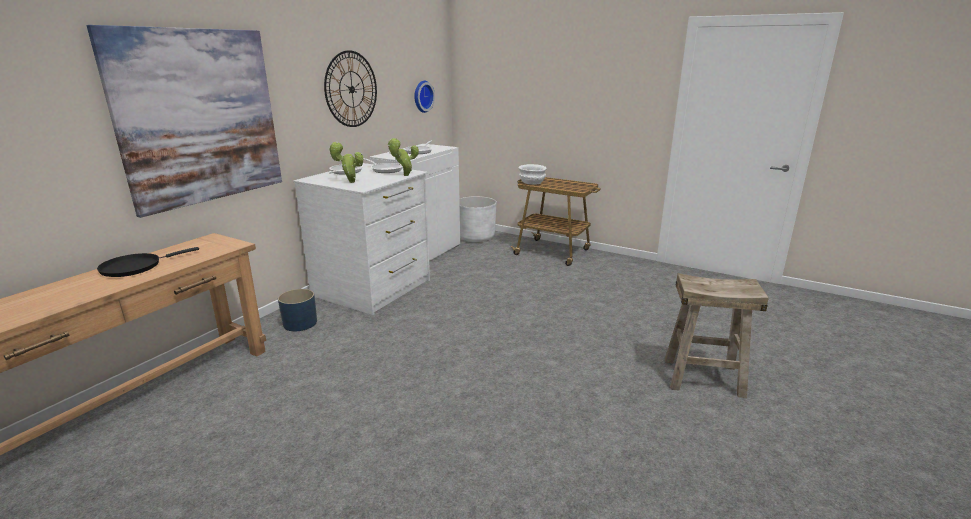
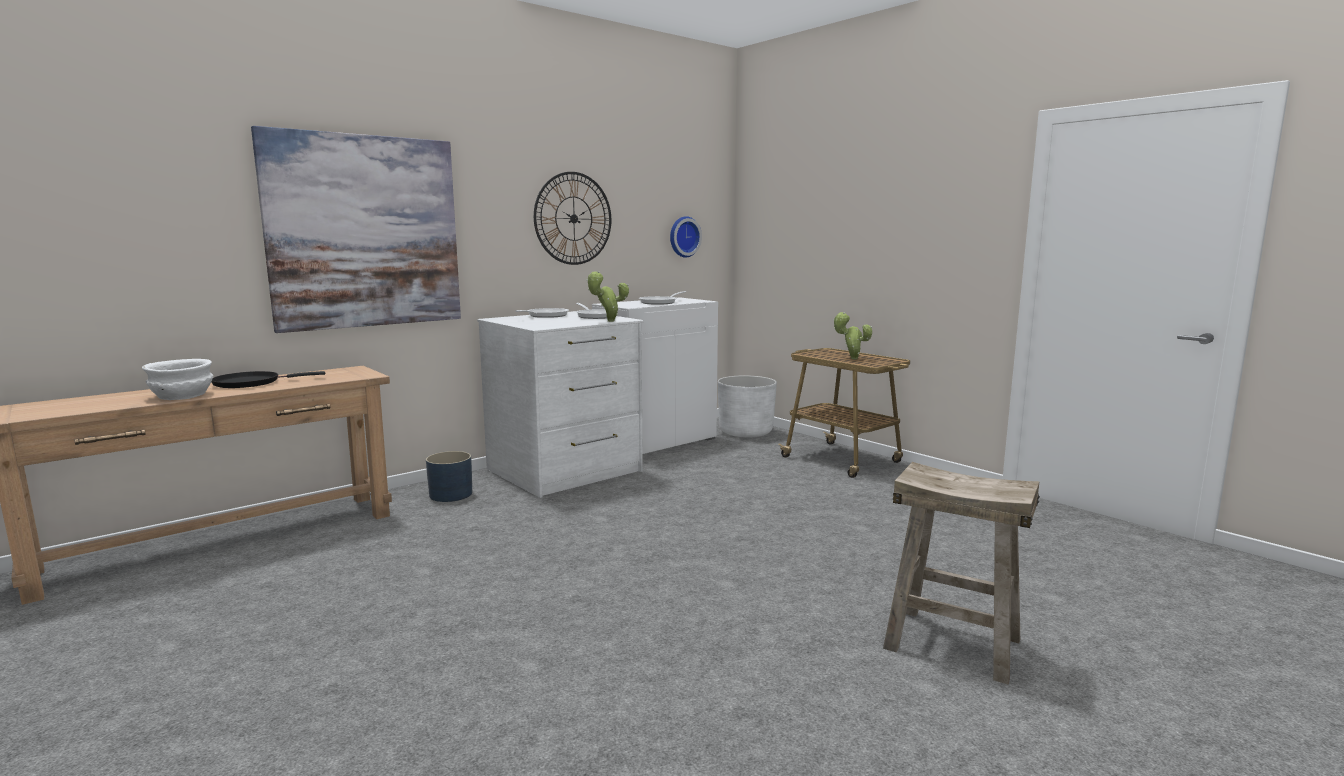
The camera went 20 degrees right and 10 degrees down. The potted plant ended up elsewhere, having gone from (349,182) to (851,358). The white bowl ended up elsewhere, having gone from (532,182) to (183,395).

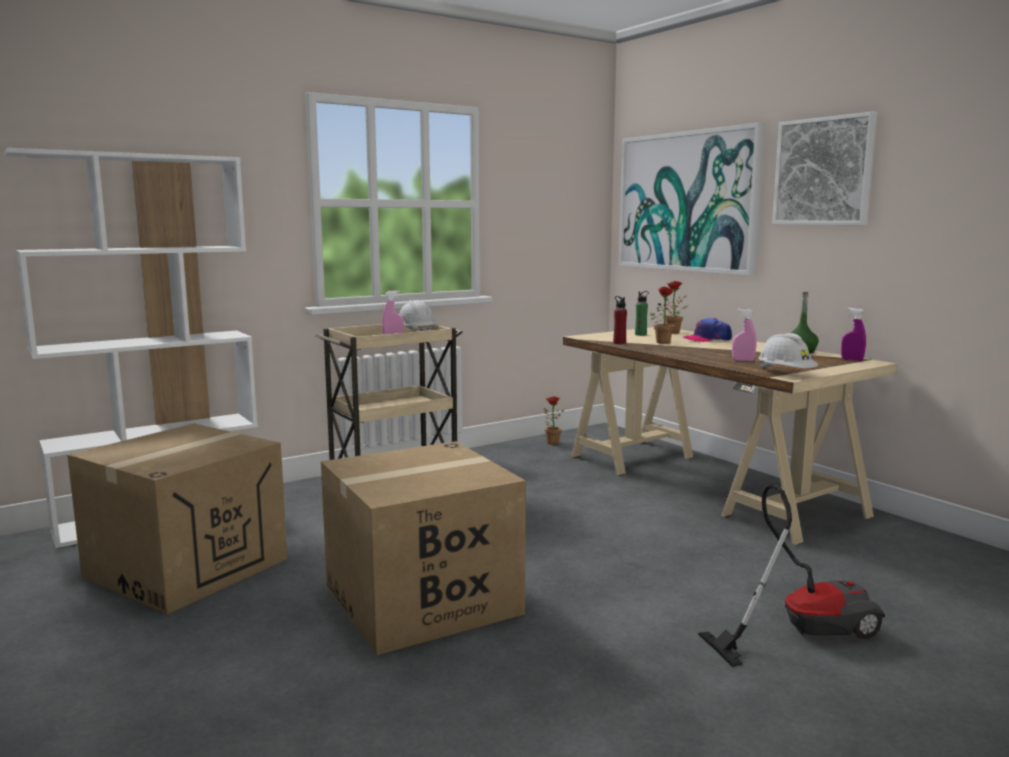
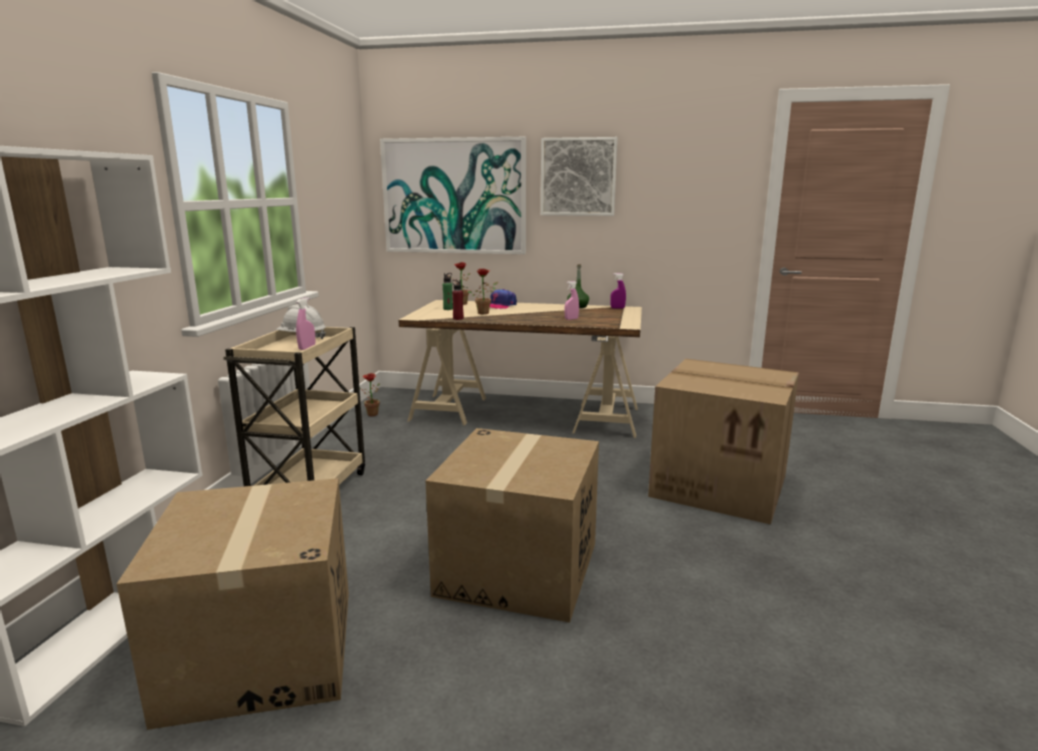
The camera went 45 degrees left and 5 degrees up. The second view lost the white hard hat at (786,373). Where the vacuum cleaner stood at (801,630), the cardboard box came to stand at (721,485).

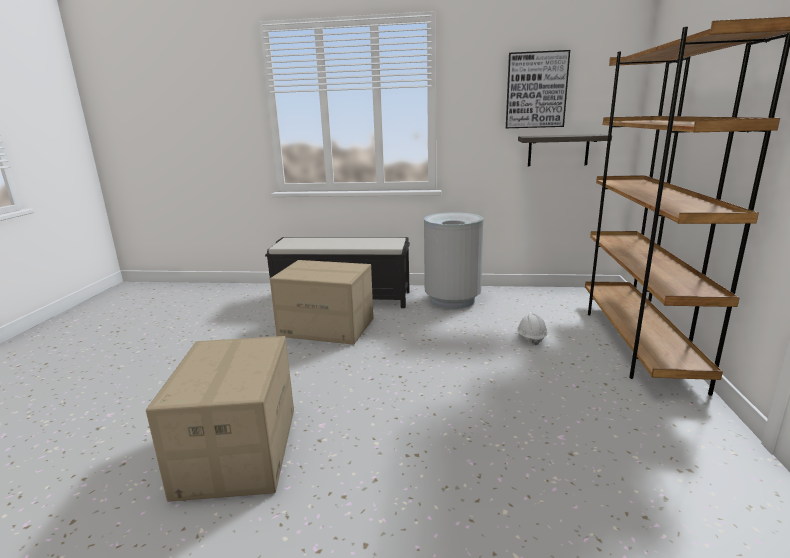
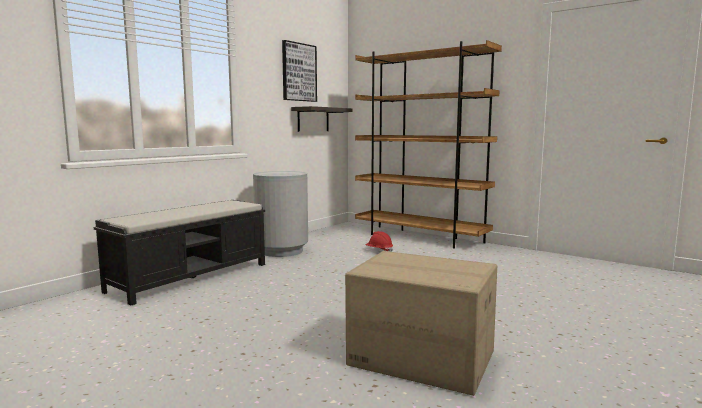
The camera went 60 degrees left and 10 degrees down. The second view lost the cardboard box at (327,327). What was the white hard hat at (531,338) turned into the red hard hat at (379,250).

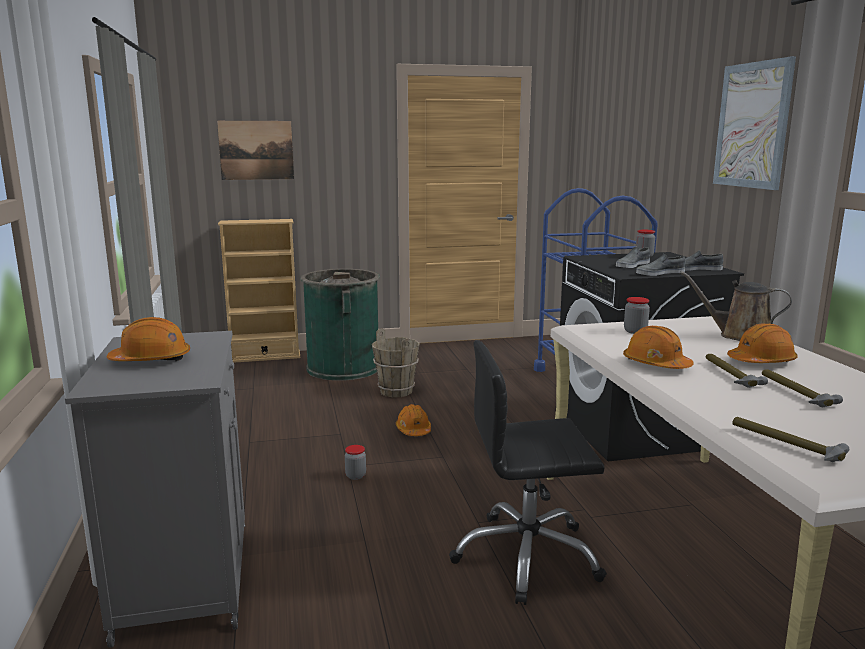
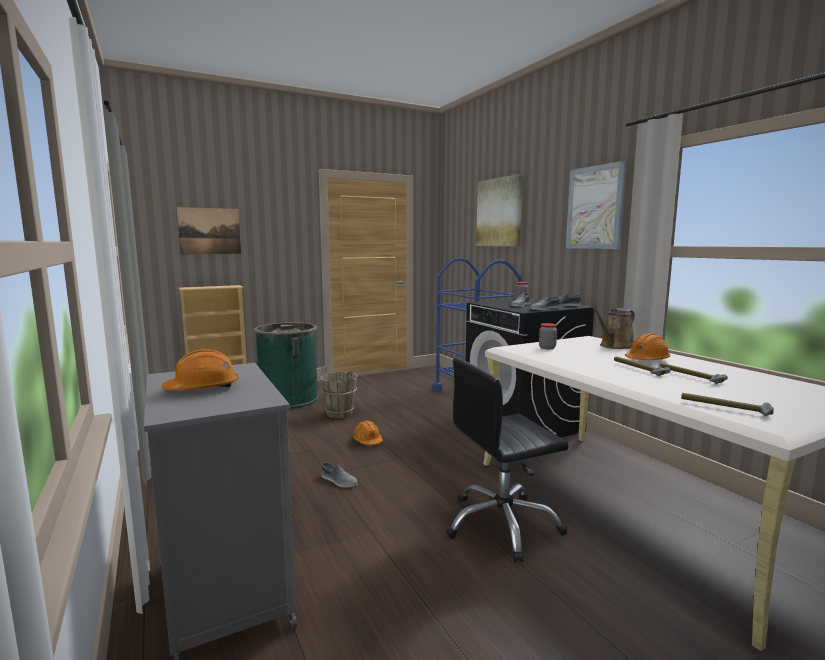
The camera went 15 degrees left and 5 degrees down. The brown watering can at (739,336) ended up facing another way, 45 degrees counterclockwise from before. The second view lost the orange hard hat at (656,365). Where the jar stood at (355,476), the grey shoe came to stand at (338,481). The second view gained the picture at (499,212).

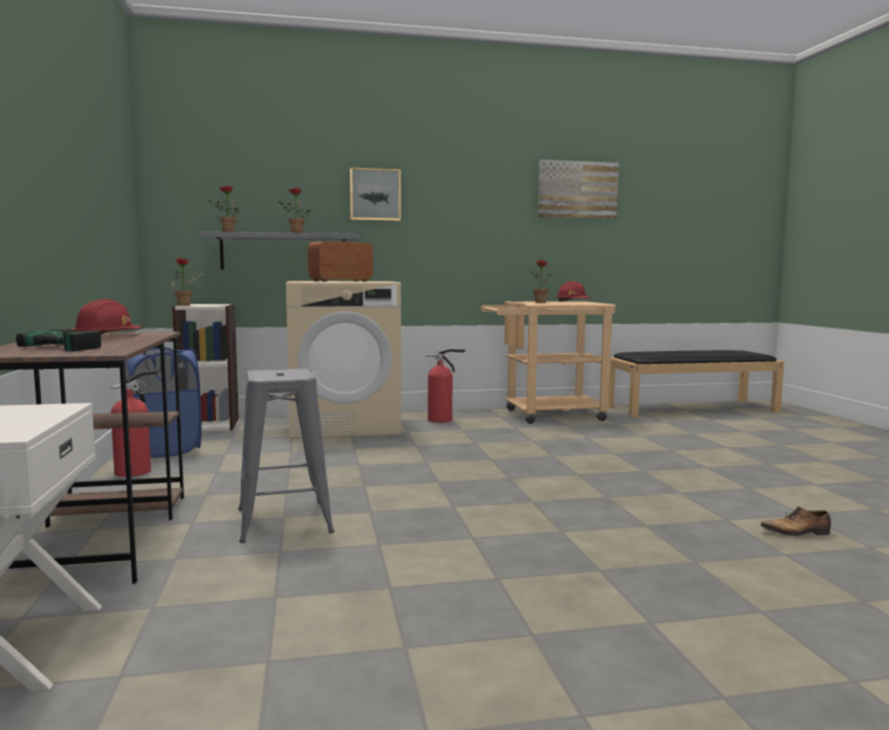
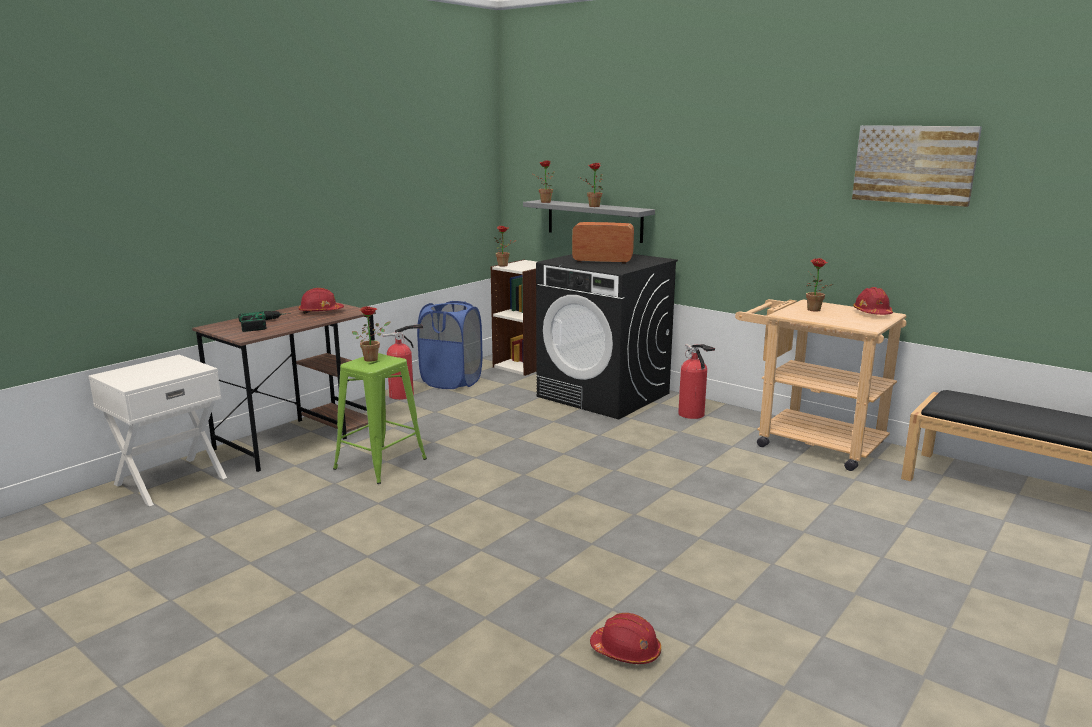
The camera went 50 degrees right and 10 degrees up. The second view lost the picture at (375,195). What was the beige washing machine at (344,425) turned into the black washing machine at (604,395). What was the grey stool at (284,520) turned into the green stool at (381,463). Where the shoe stood at (797,533), the red hard hat came to stand at (626,651). The second view gained the potted plant at (373,358).

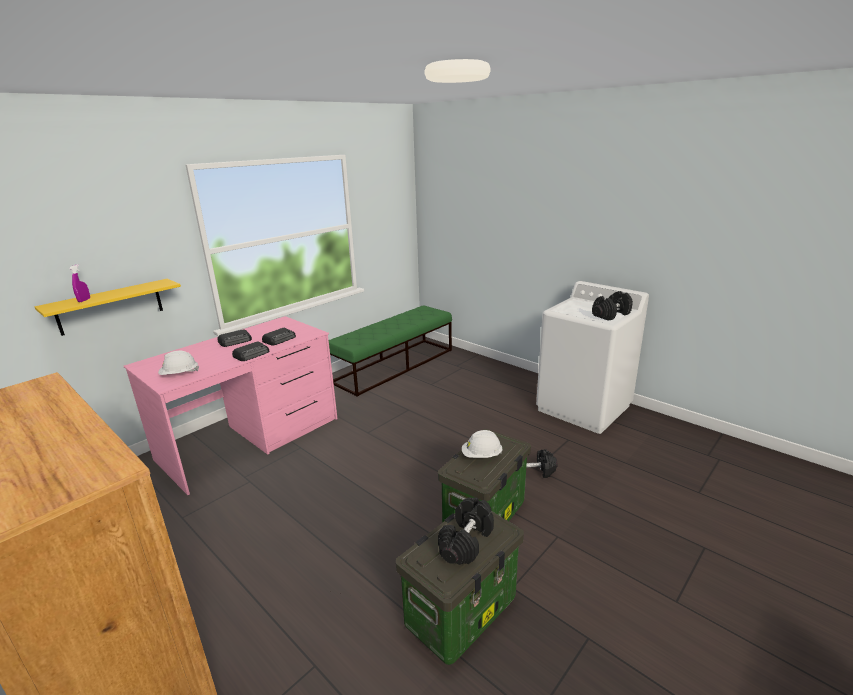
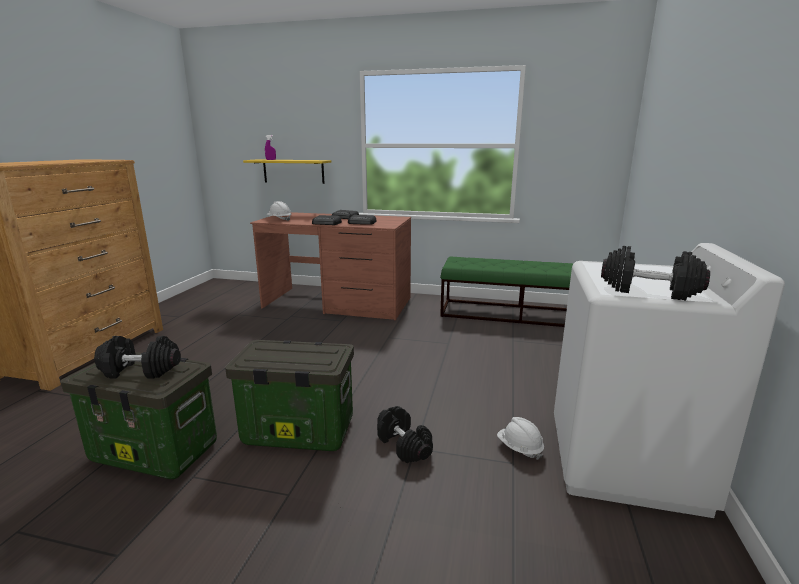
The camera went 60 degrees right and 5 degrees down. What was the pink desk at (251,438) turned into the brown desk at (338,303). The white hard hat ended up elsewhere, having gone from (481,455) to (519,448).

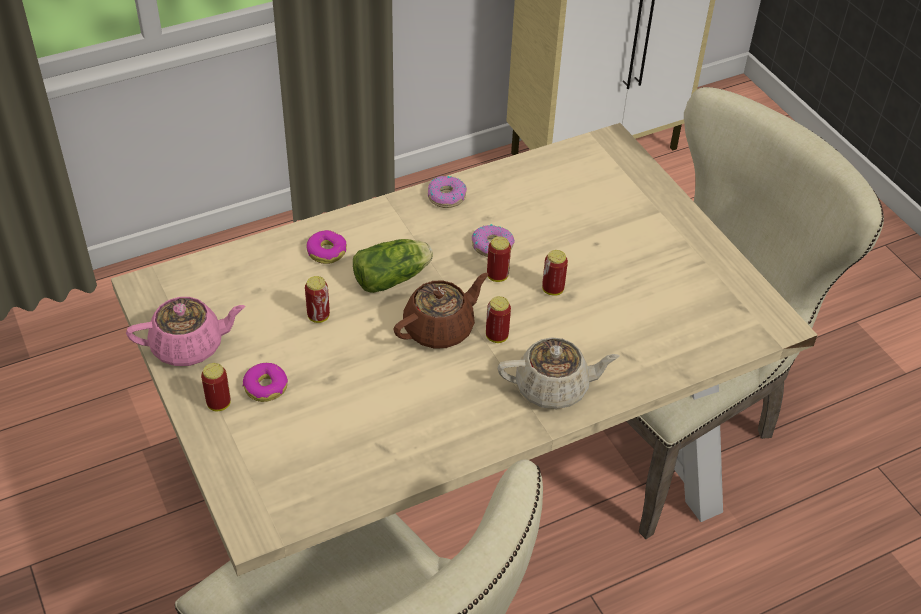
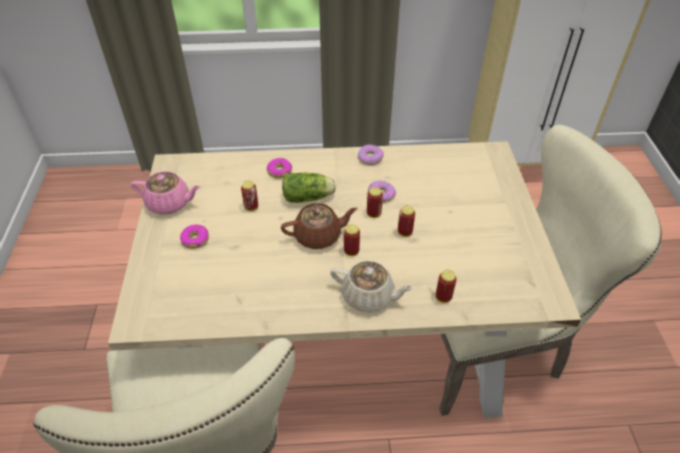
The camera went 25 degrees right and 0 degrees up. The can ended up elsewhere, having gone from (219,404) to (443,297).

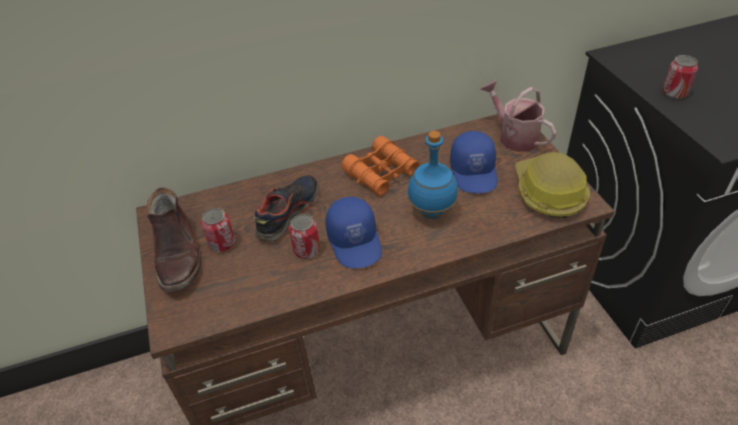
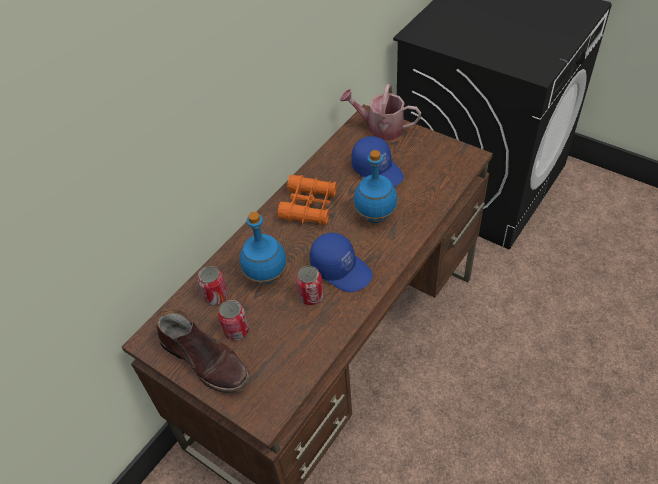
The camera went 35 degrees left and 5 degrees up. The can ended up elsewhere, having gone from (674,93) to (216,296). The second view lost the hard hat at (547,193). Where the shoe stood at (288,213), the blue bottle came to stand at (266,277).

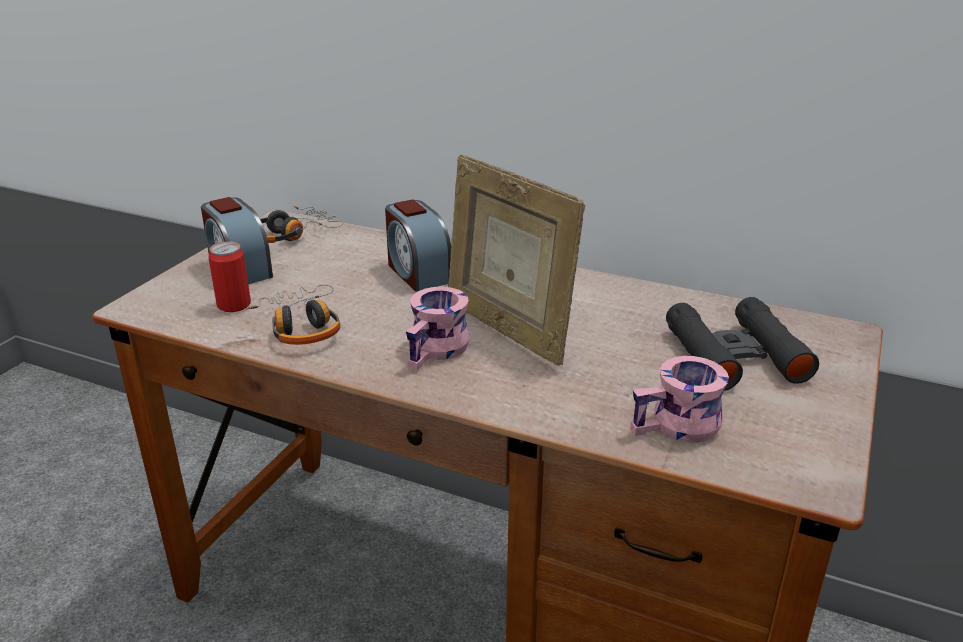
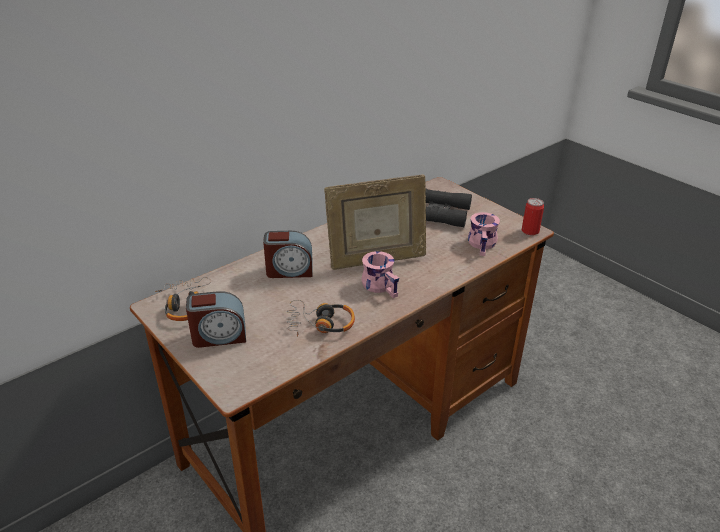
The camera went 65 degrees left and 5 degrees up. The can ended up elsewhere, having gone from (234,305) to (530,231).

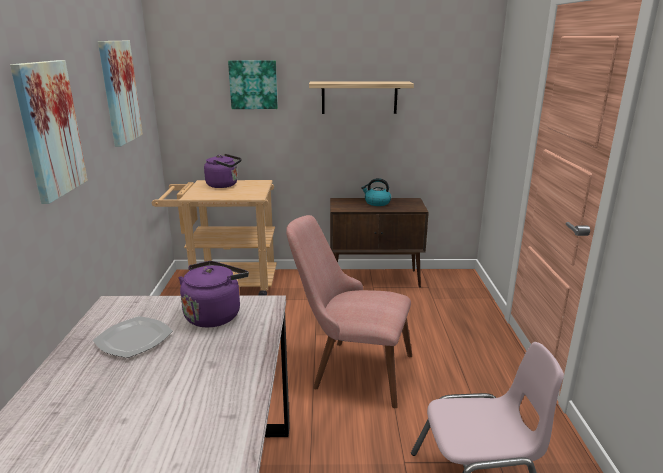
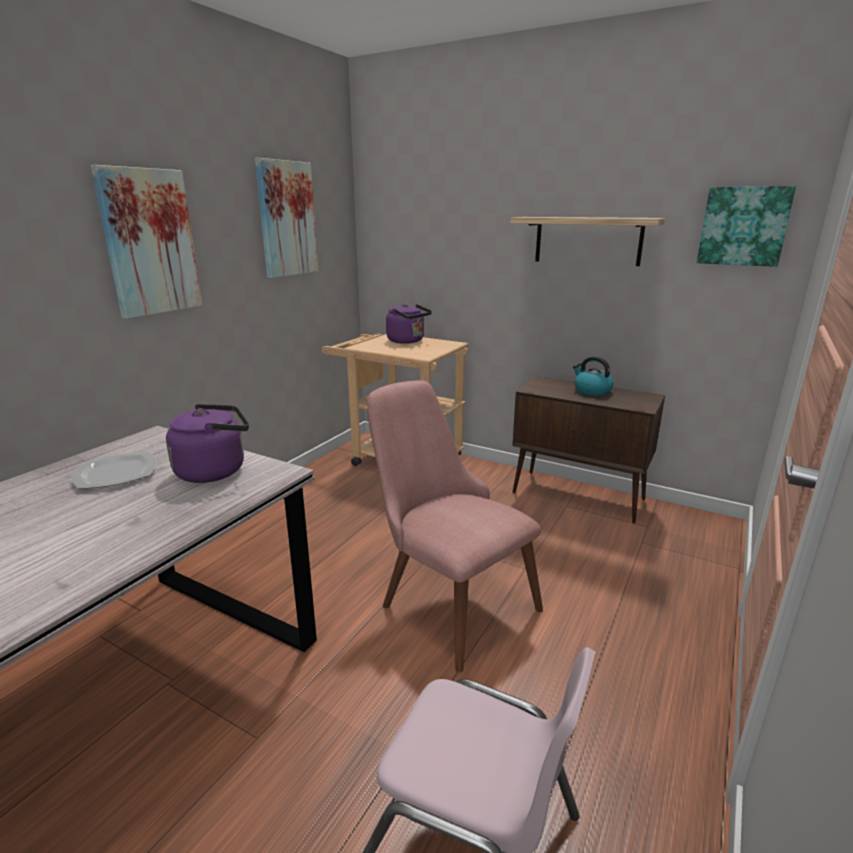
The camera went 30 degrees right and 0 degrees up. The picture ended up elsewhere, having gone from (253,84) to (743,226).

